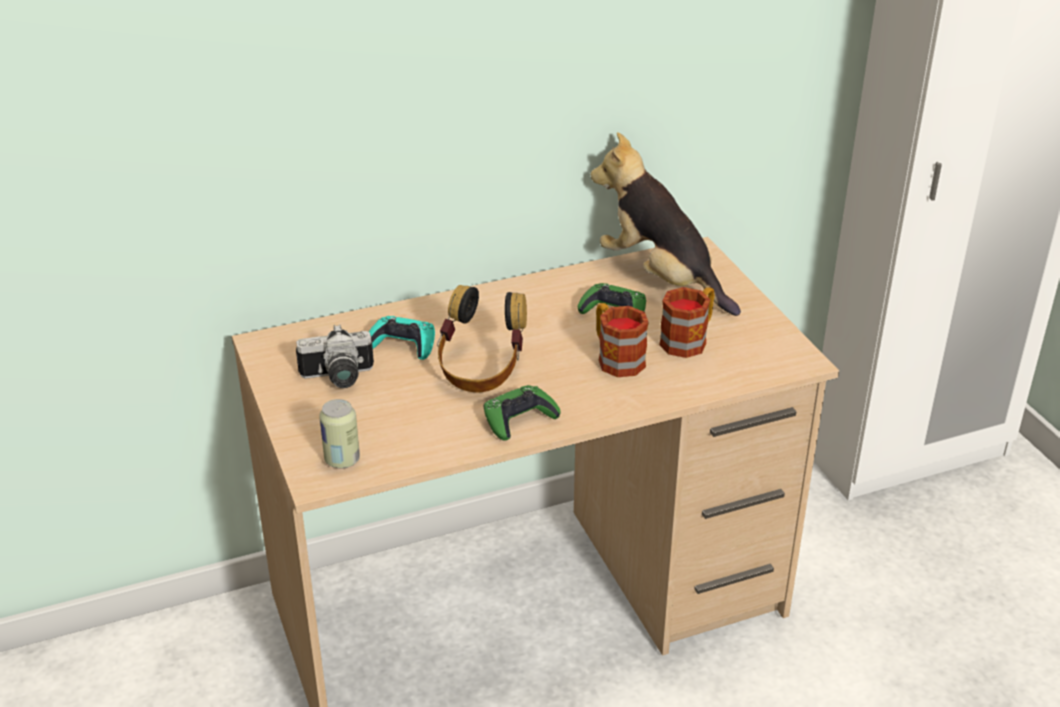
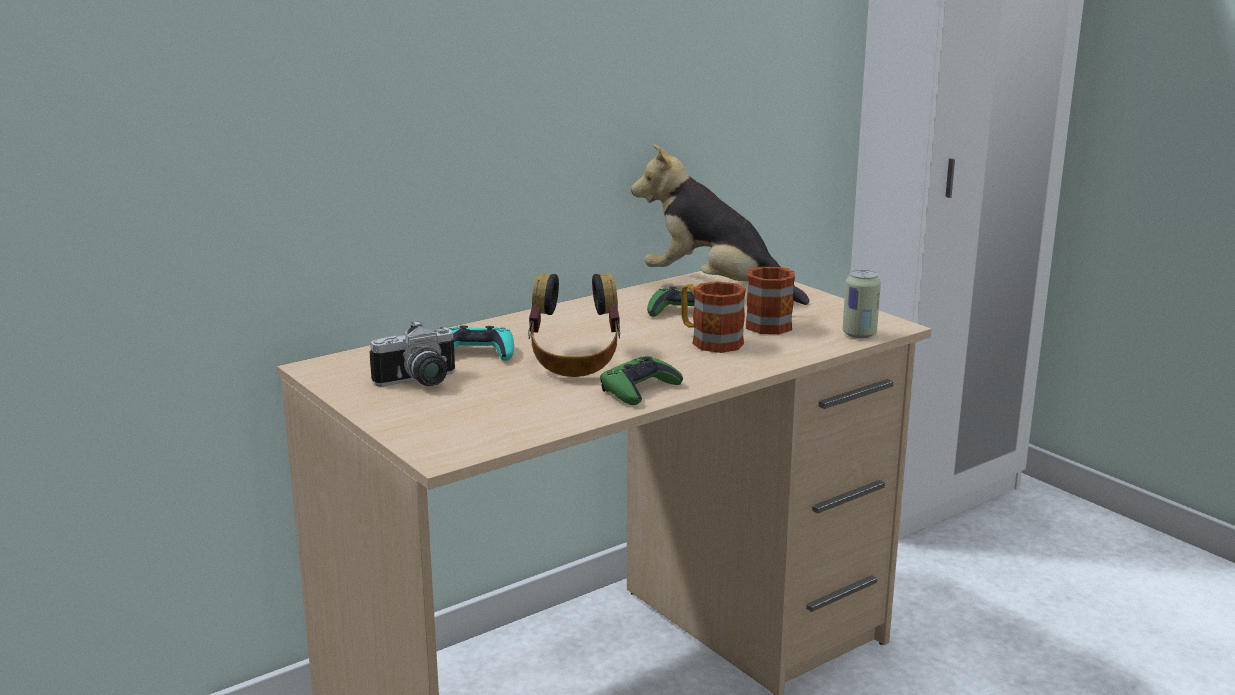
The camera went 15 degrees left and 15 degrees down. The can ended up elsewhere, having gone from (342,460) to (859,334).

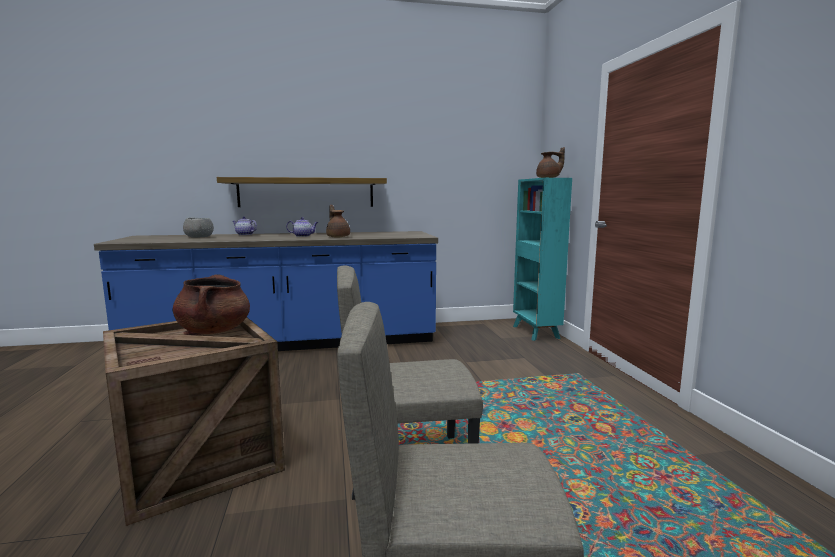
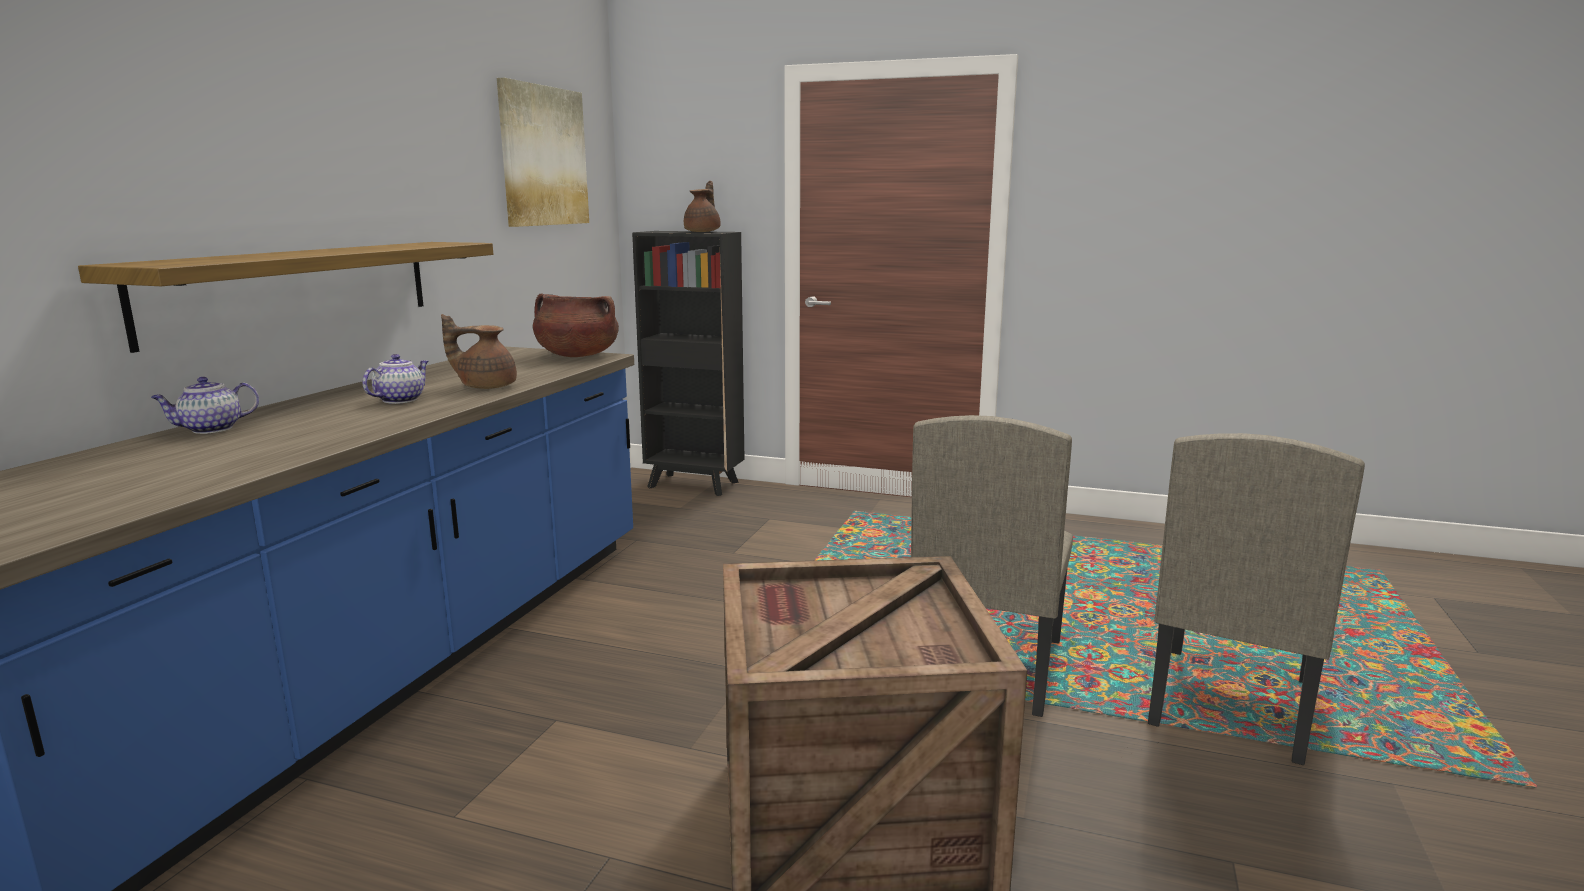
The camera went 60 degrees left and 5 degrees up. What was the turquoise bookcase at (536,332) turned into the black bookcase at (695,485). The second view lost the grey bowl at (199,237). The brown cooking pot ended up elsewhere, having gone from (214,331) to (577,355). The second view gained the picture at (543,156).

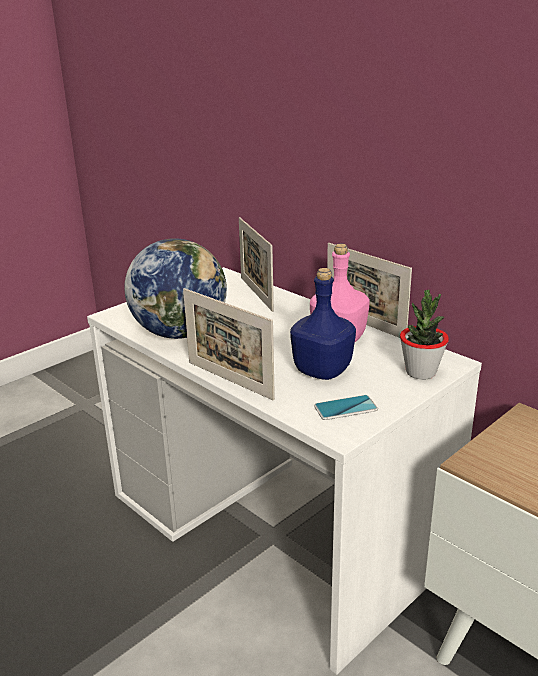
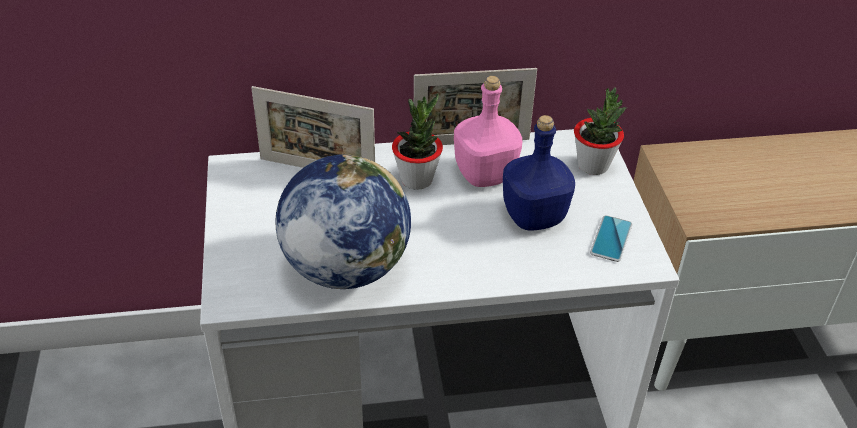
The camera went 55 degrees left and 15 degrees up. The second view lost the picture frame at (229,380). The second view gained the potted plant at (417,179).

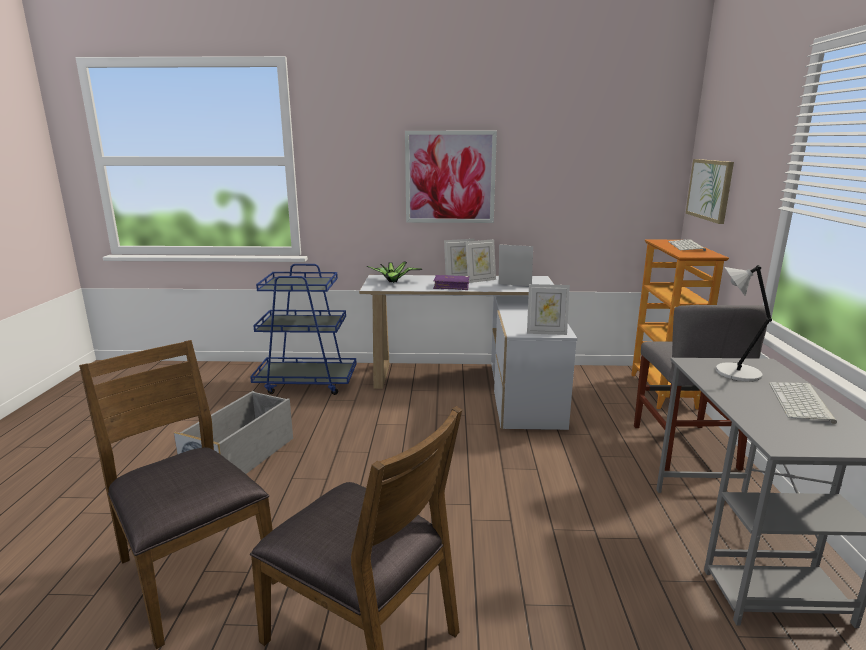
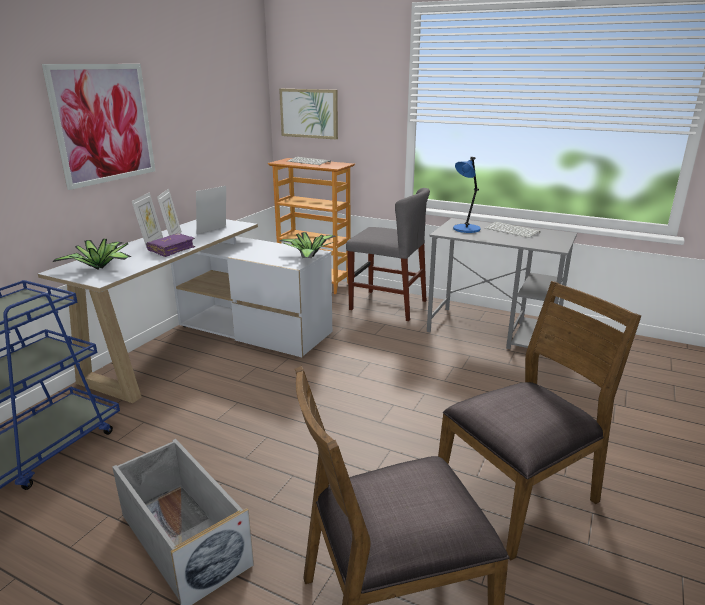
The camera went 65 degrees left and 5 degrees up. What was the grey table lamp at (735,373) turned into the blue table lamp at (465,229). Where the picture frame stood at (546,332), the potted plant came to stand at (308,256).

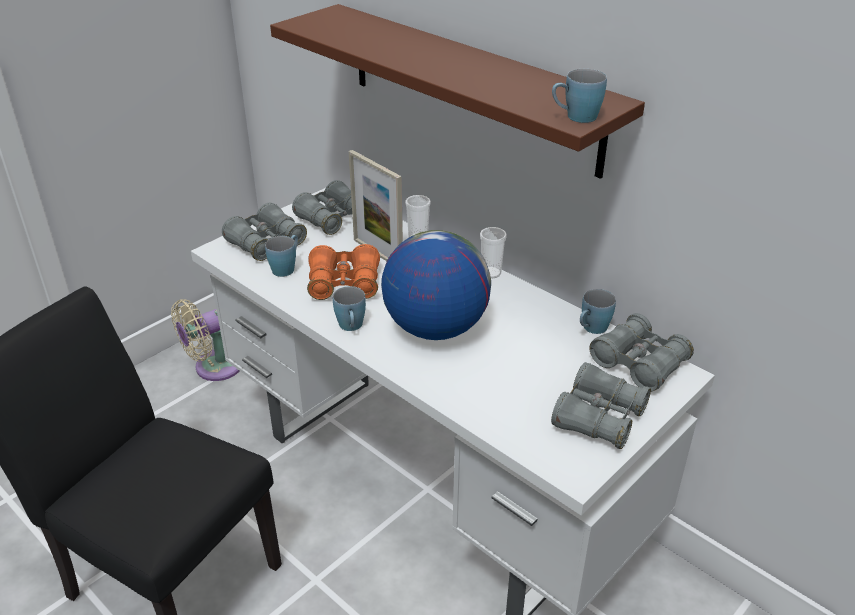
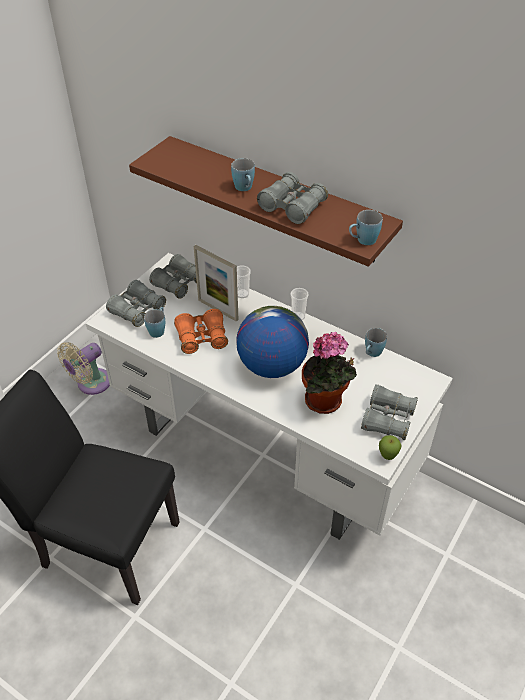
The camera went 10 degrees left and 10 degrees up. The blue mug ended up elsewhere, having gone from (351,327) to (245,189). The grey binoculars ended up elsewhere, having gone from (639,363) to (292,206). The second view gained the potted plant at (326,402). The second view gained the apple at (387,456).

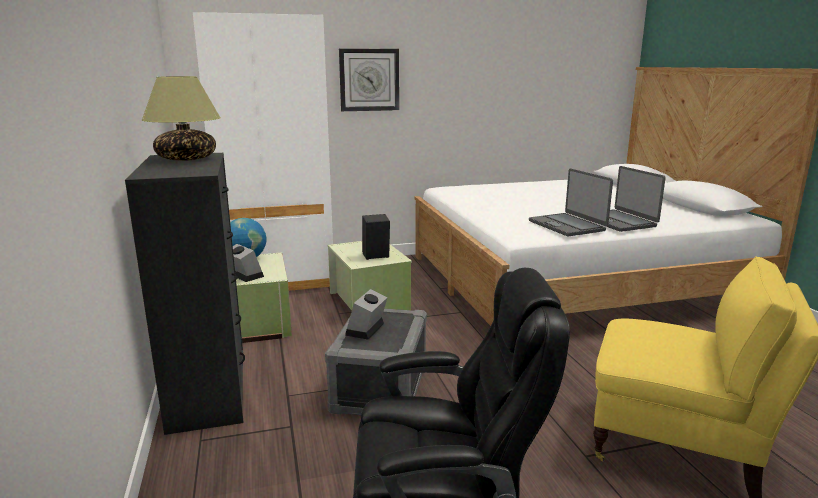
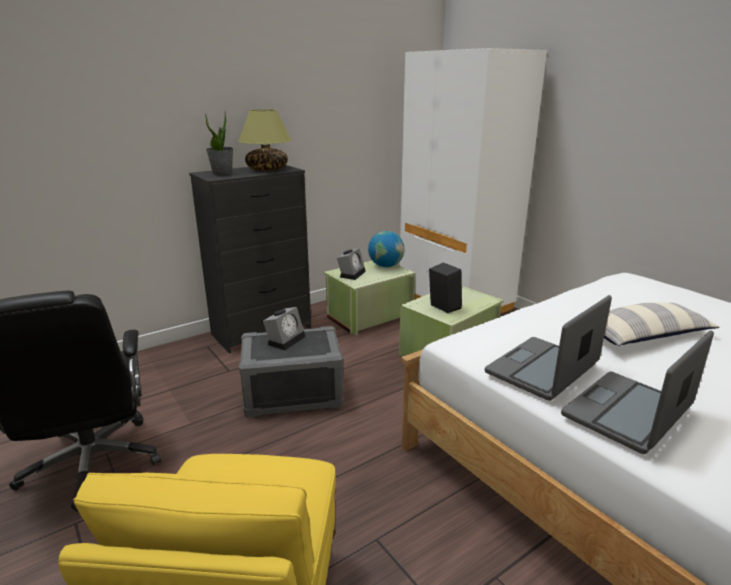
The camera went 70 degrees right and 5 degrees up. The second view lost the wall clock at (369,80). The alarm clock at (366,330) ended up facing another way, 120 degrees clockwise from before. The second view gained the potted plant at (222,173). The second view gained the pillow at (643,336).

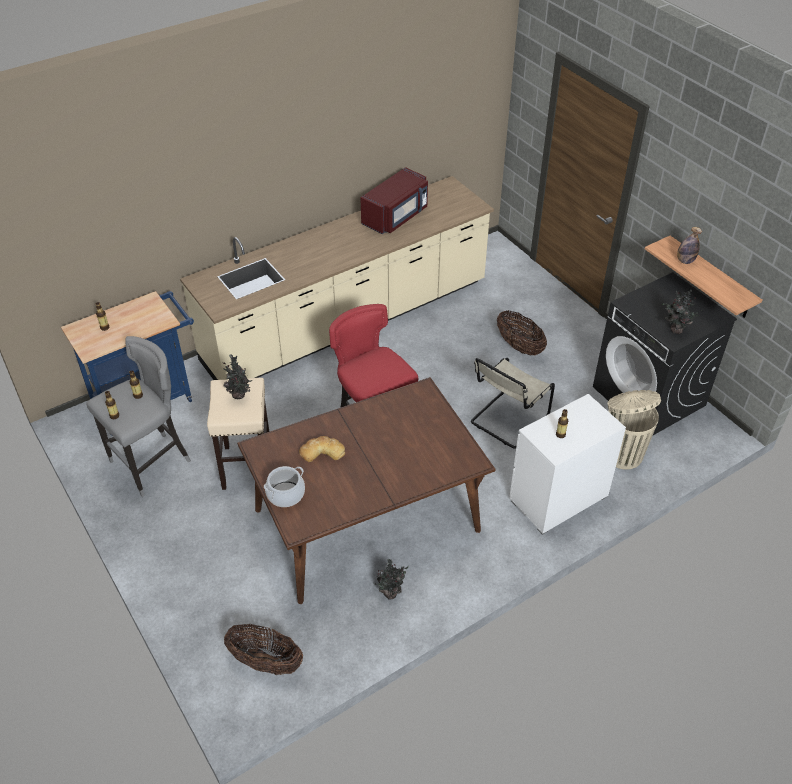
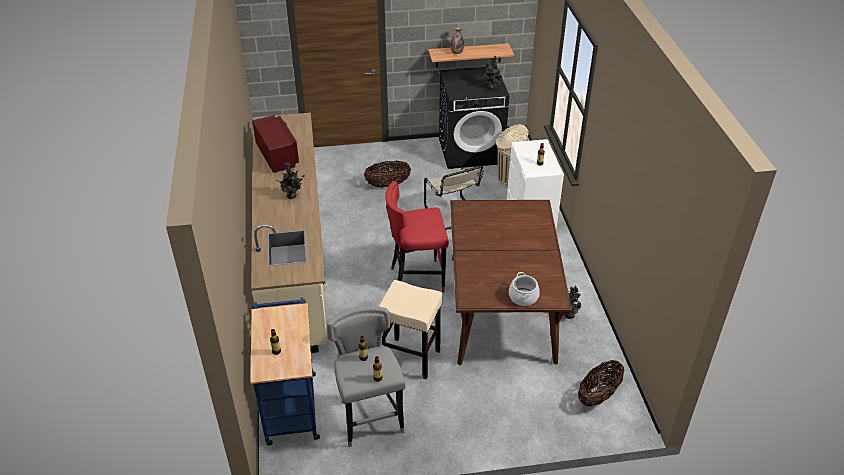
The camera went 65 degrees left and 5 degrees down. The potted plant ended up elsewhere, having gone from (240,395) to (292,196). The second view lost the bread at (322,451).

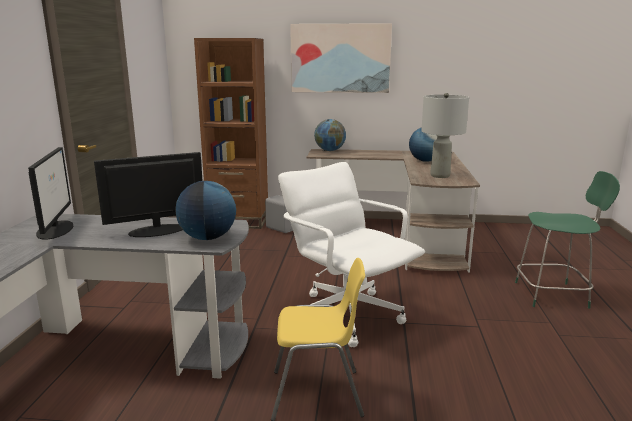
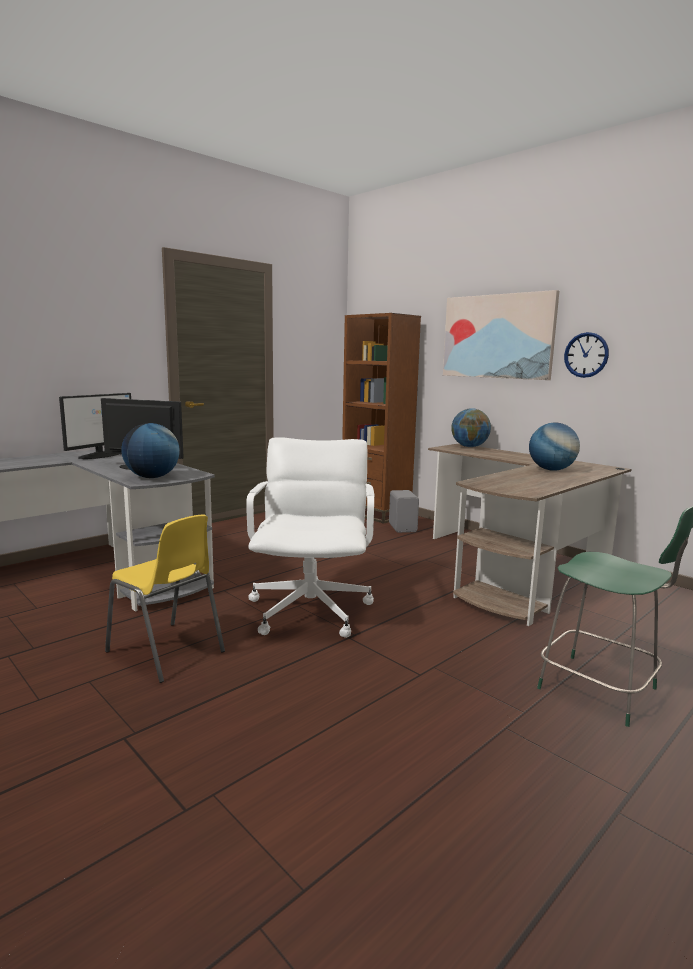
The camera went 40 degrees right and 5 degrees down. The second view lost the grey table lamp at (439,176). The second view gained the wall clock at (586,355).

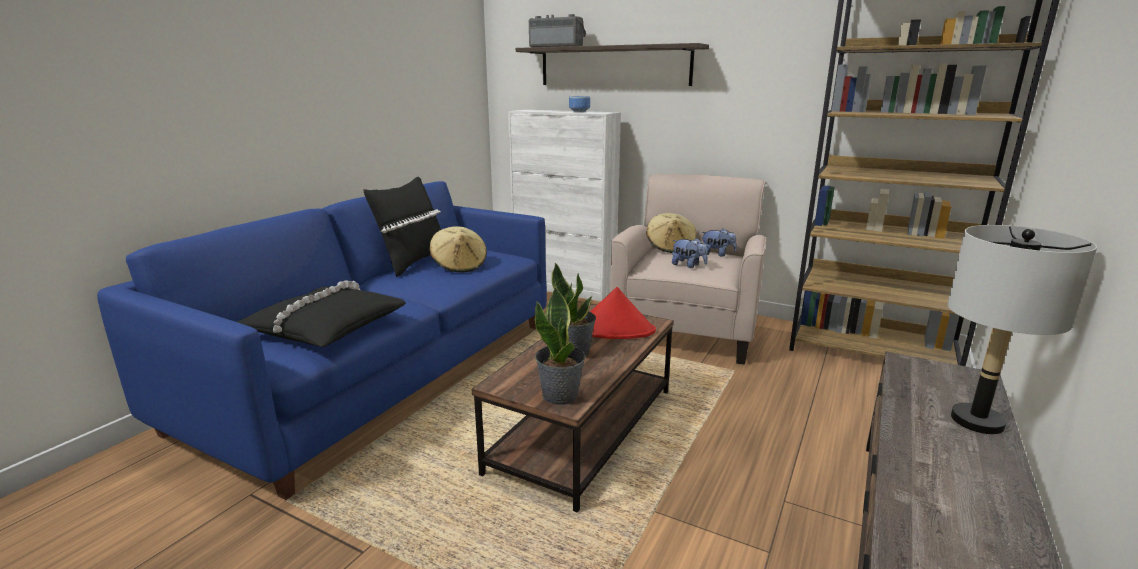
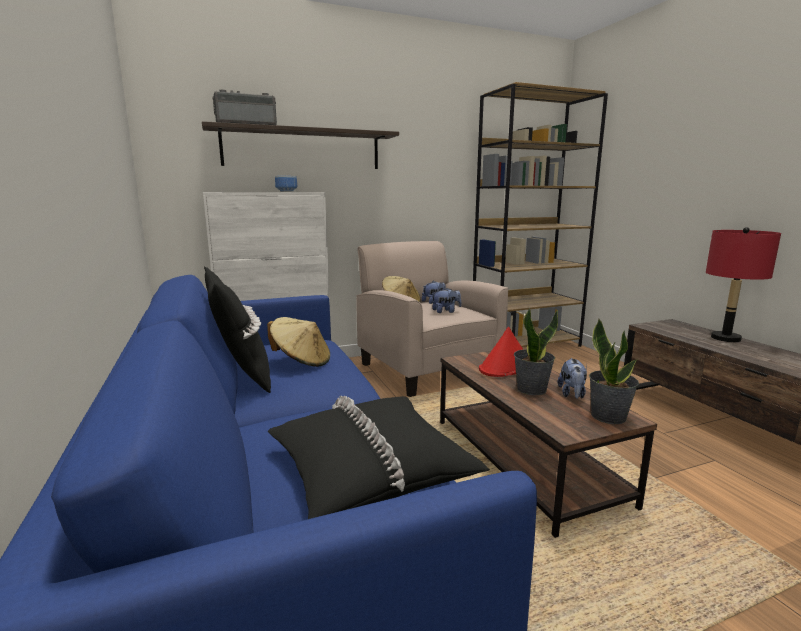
The camera went 50 degrees left and 5 degrees down. What was the grey table lamp at (976,421) turned into the red table lamp at (725,338). The second view gained the plush toy at (572,394).

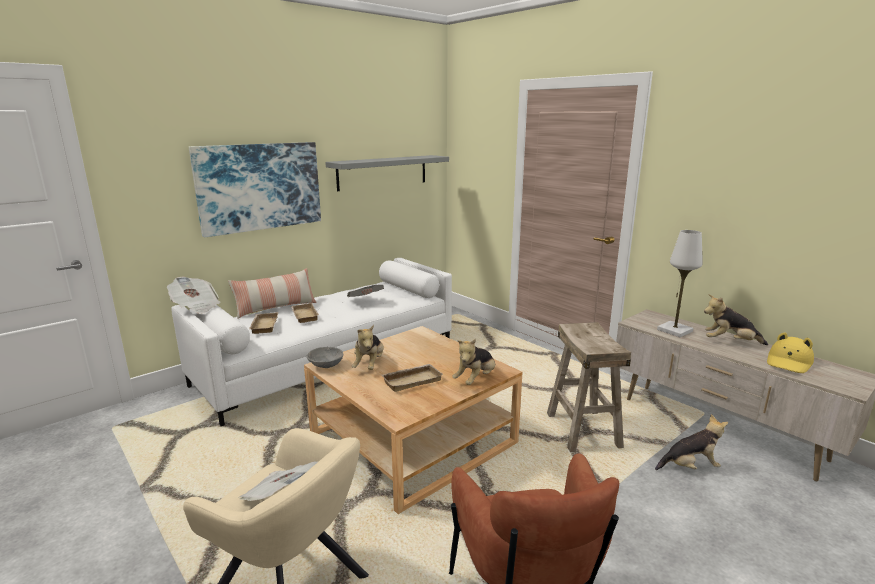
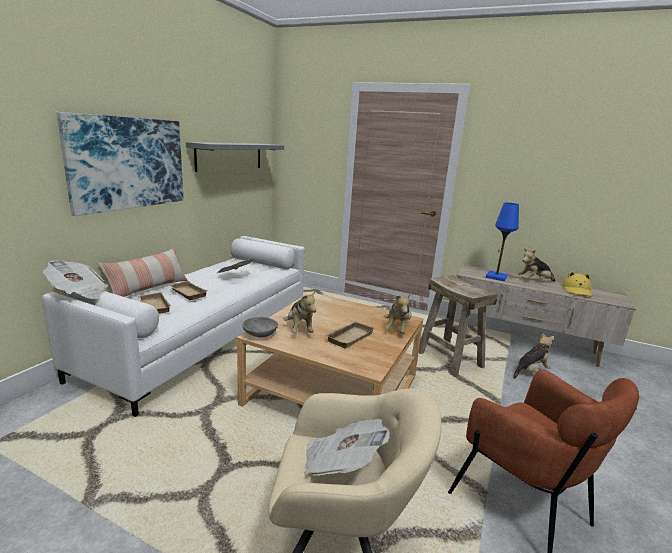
The camera went 25 degrees left and 0 degrees up. What was the white table lamp at (674,330) turned into the blue table lamp at (496,277).

